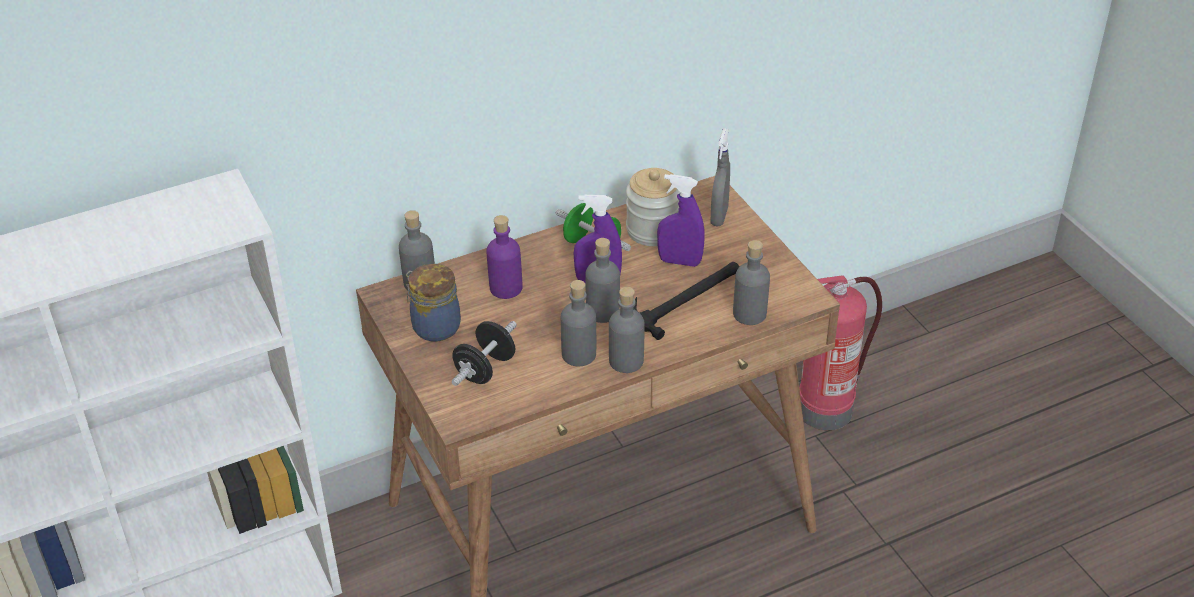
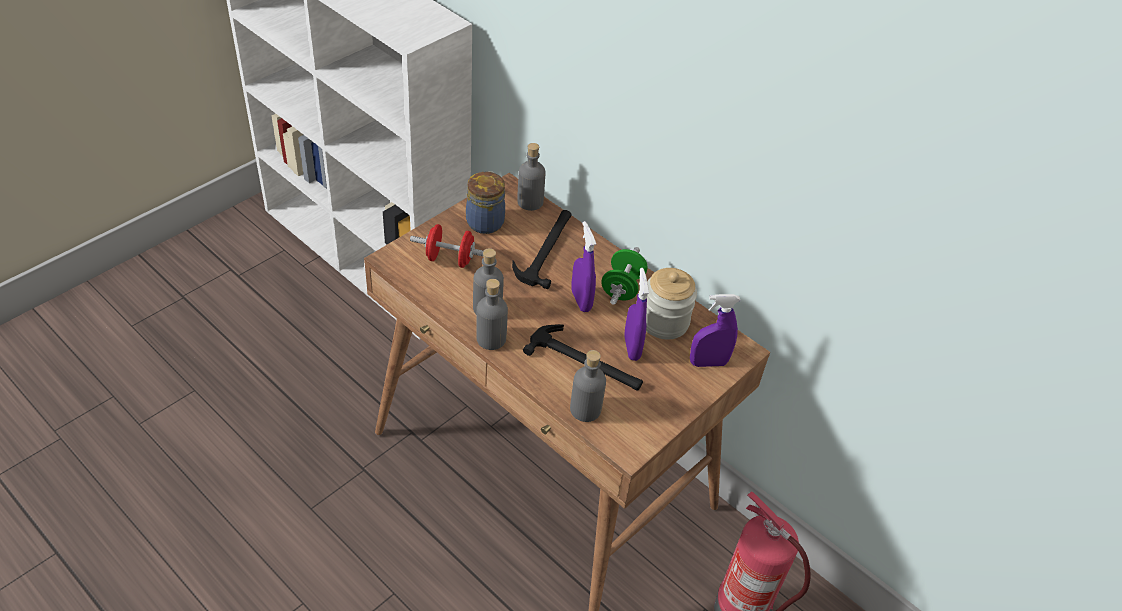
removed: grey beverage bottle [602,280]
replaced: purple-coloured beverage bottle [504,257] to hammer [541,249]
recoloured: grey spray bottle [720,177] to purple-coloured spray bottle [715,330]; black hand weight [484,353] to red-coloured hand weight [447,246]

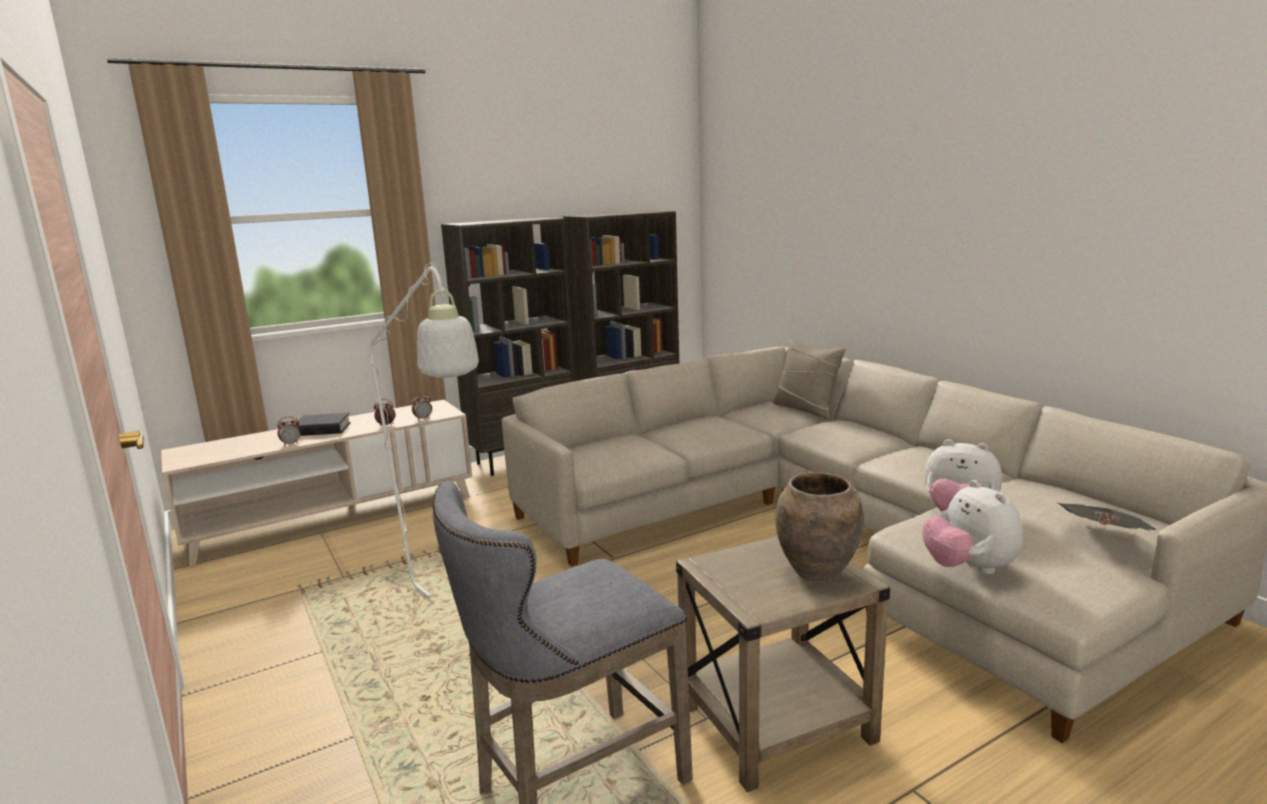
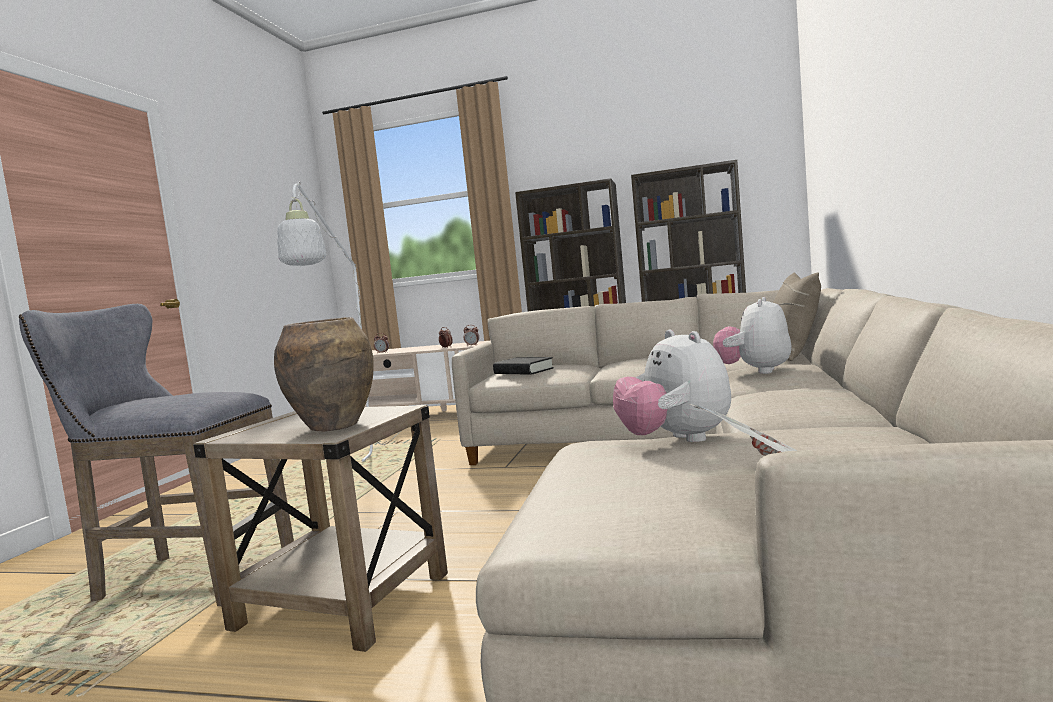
moved: black bound book [324,424] to [523,366]; plush toy [972,527] to [752,335]

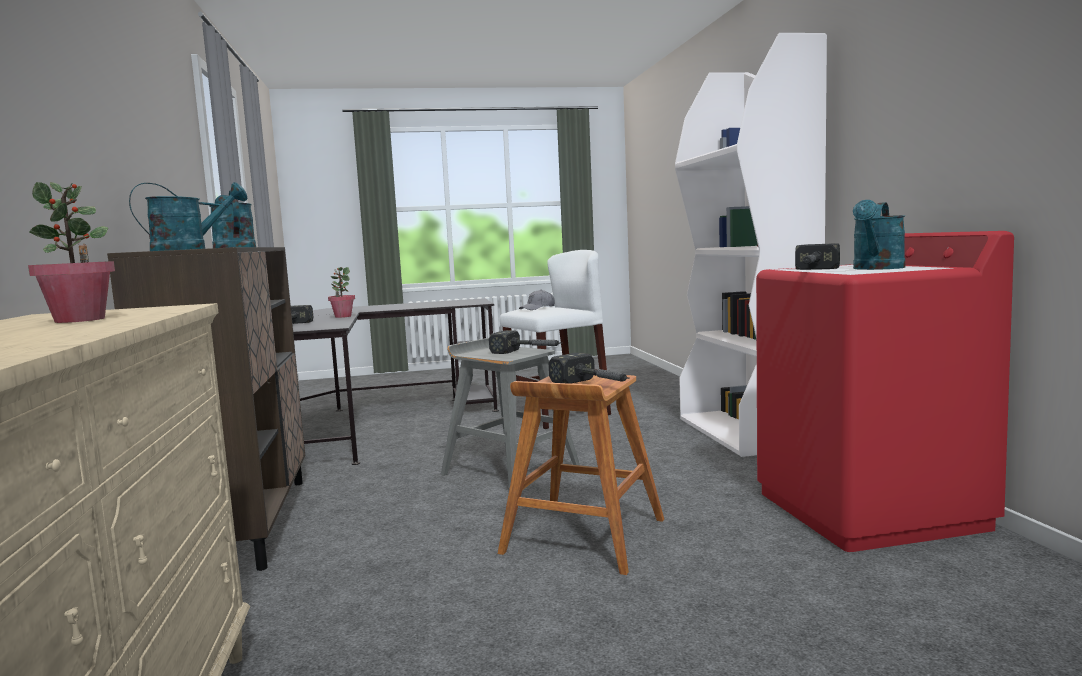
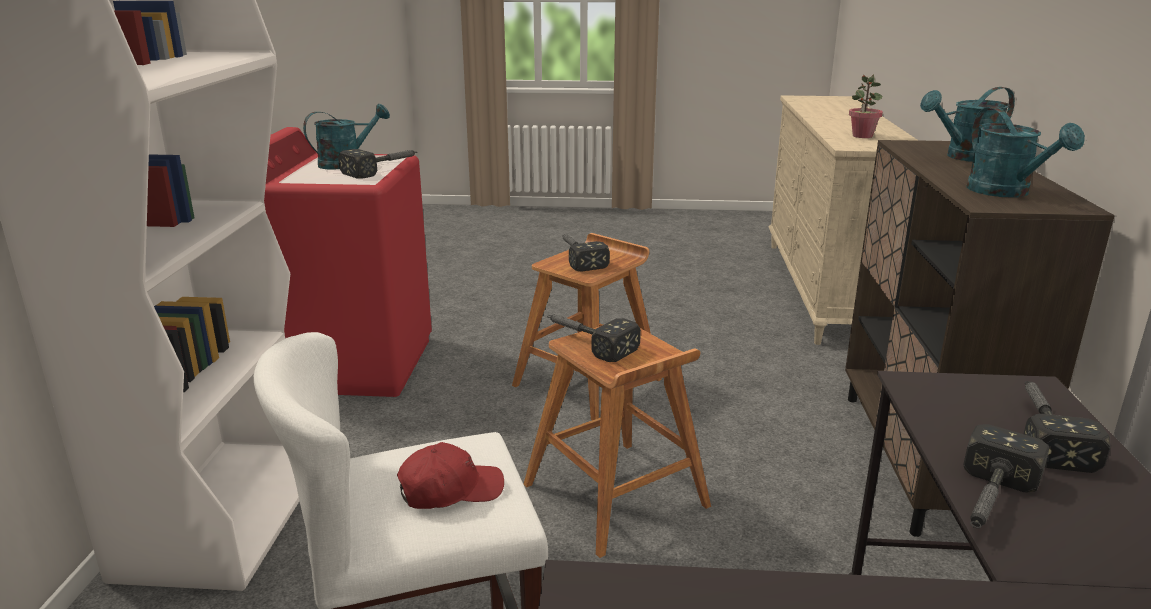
replaced: potted plant [341,292] to hammer [1006,476]
recoloured: grey peaked cap [537,300] to red-coloured peaked cap [450,475]; grey sitting stool [510,413] to brown sitting stool [617,442]

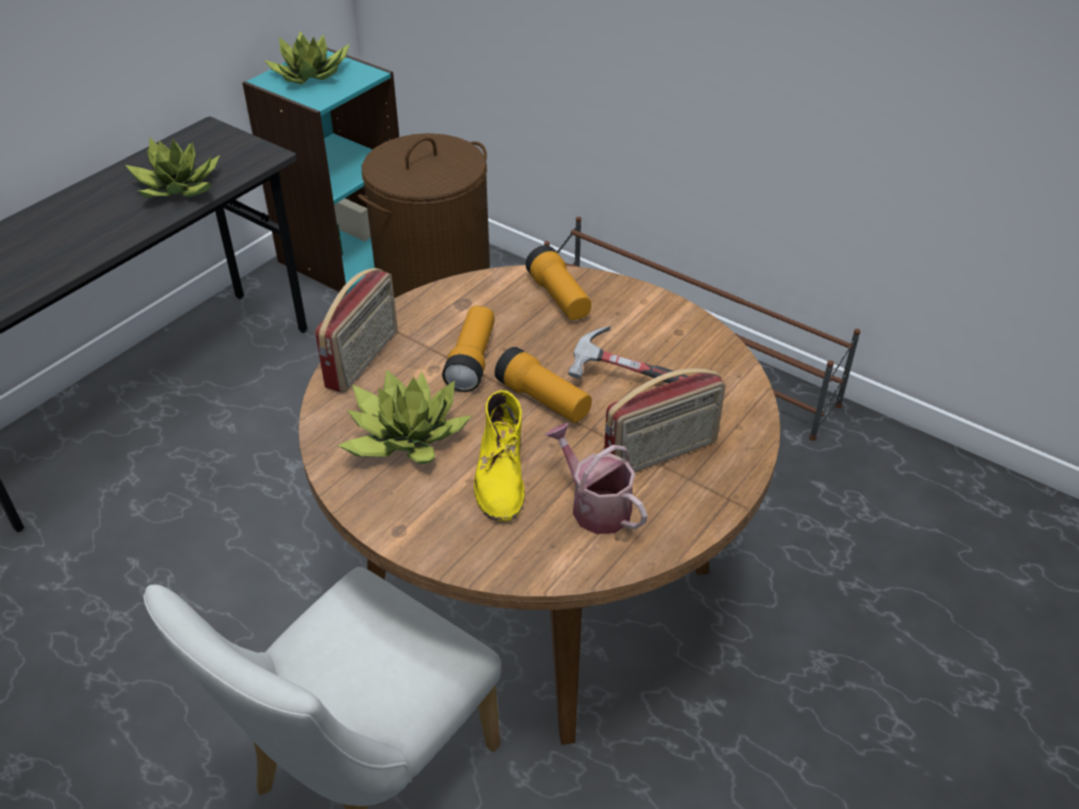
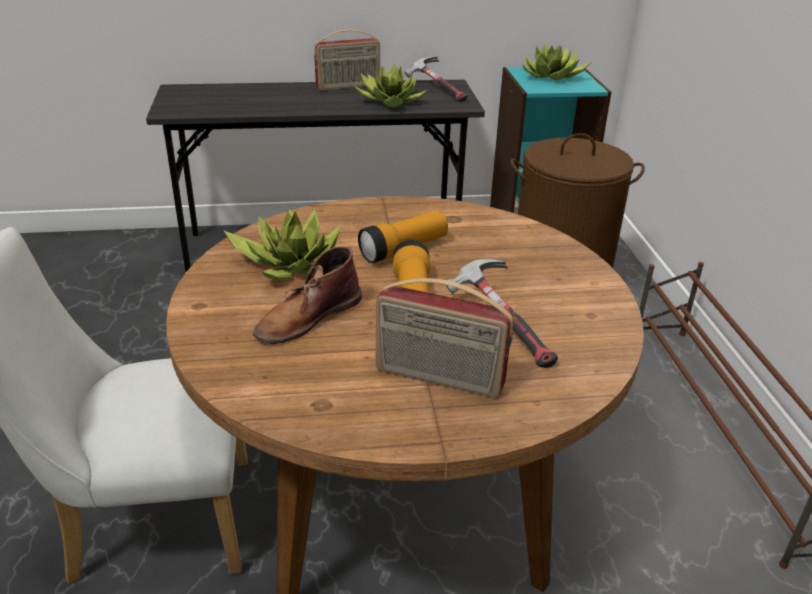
removed: flashlight [558,282]; watering can [596,478]
added: hammer [436,79]
moved: radio receiver [356,330] to [347,60]
recoloured: yellow-coloured tall boot [499,456] to brown tall boot [307,295]

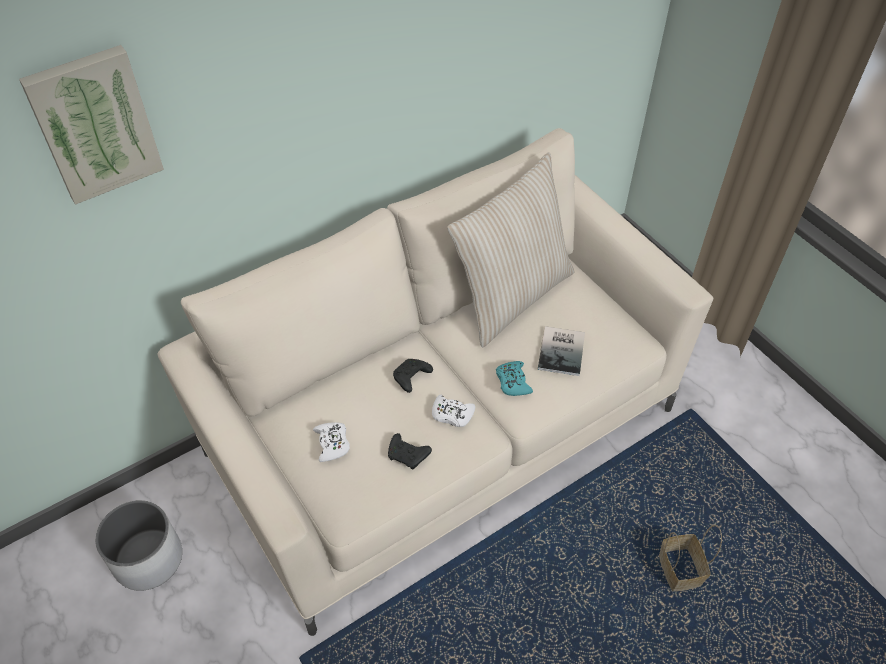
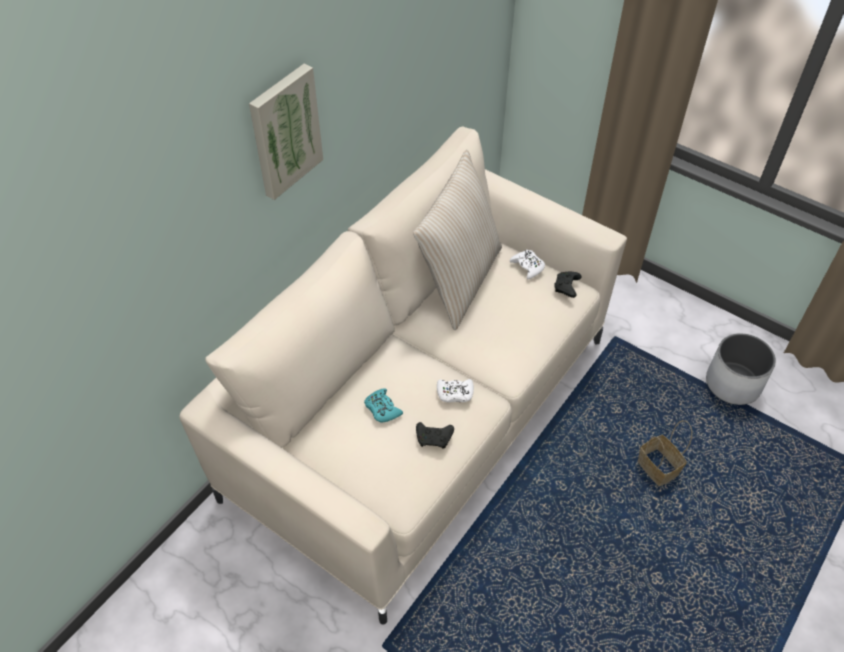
removed: bound book [561,351]
moved: picture [91,125] to [286,132]; black joypad [413,376] to [568,285]; blue-green joypad [514,378] to [383,405]; white joypad [331,442] to [527,264]; white planter [138,545] to [741,369]

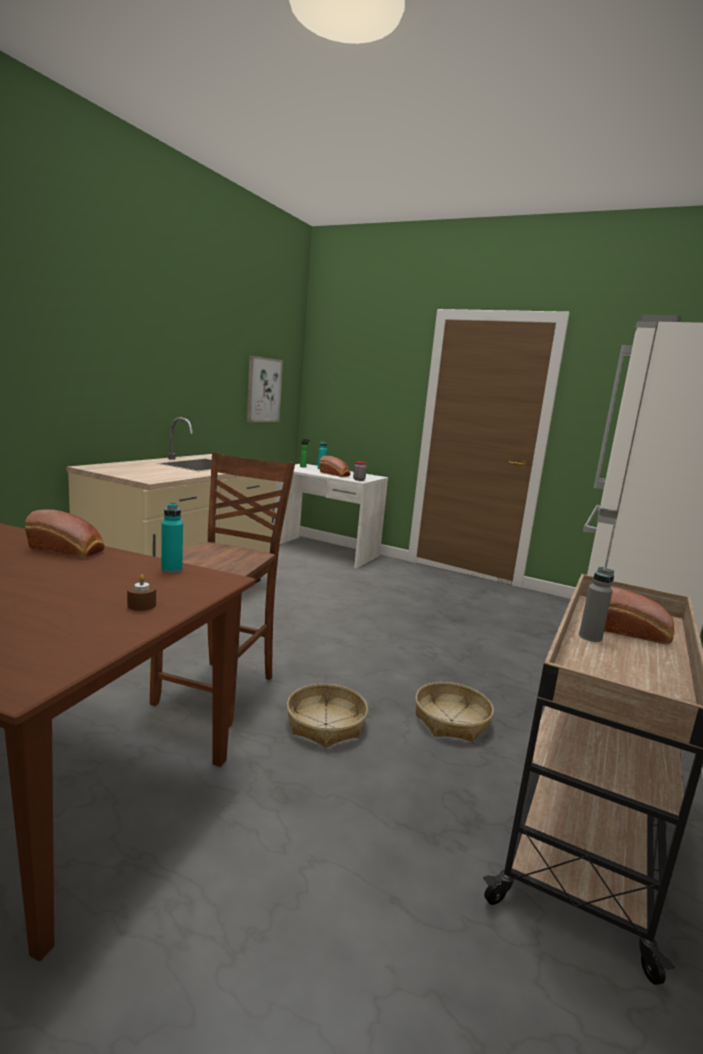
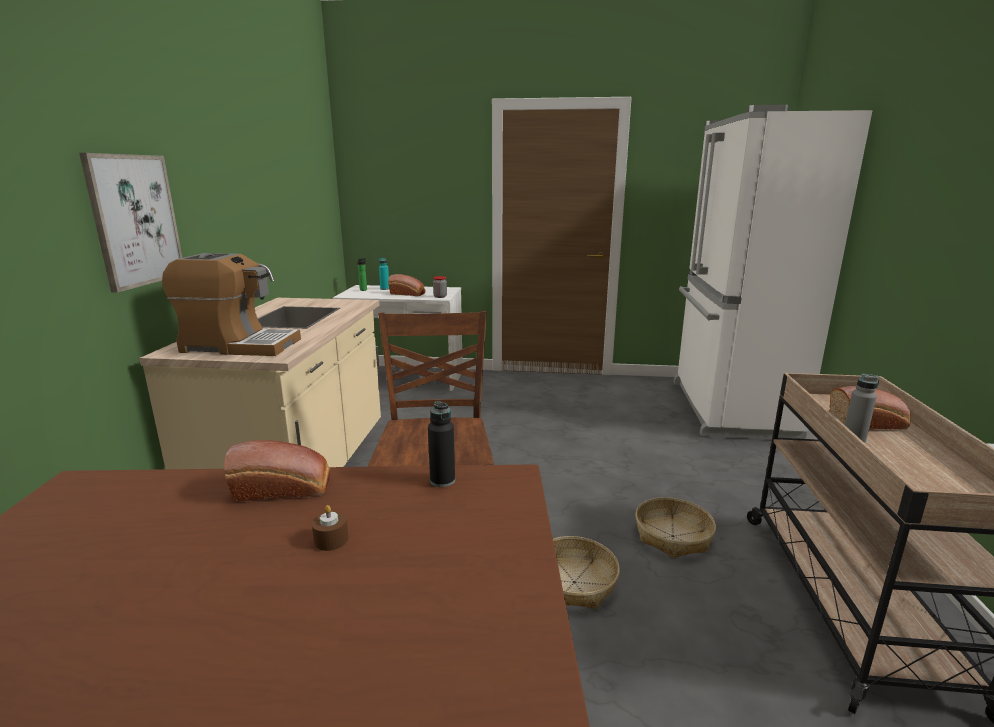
added: coffee machine [231,304]
moved: picture [265,389] to [131,223]; brown candle [141,593] to [330,528]
recoloured: blue-green beverage bottle [172,538] to black beverage bottle [441,444]

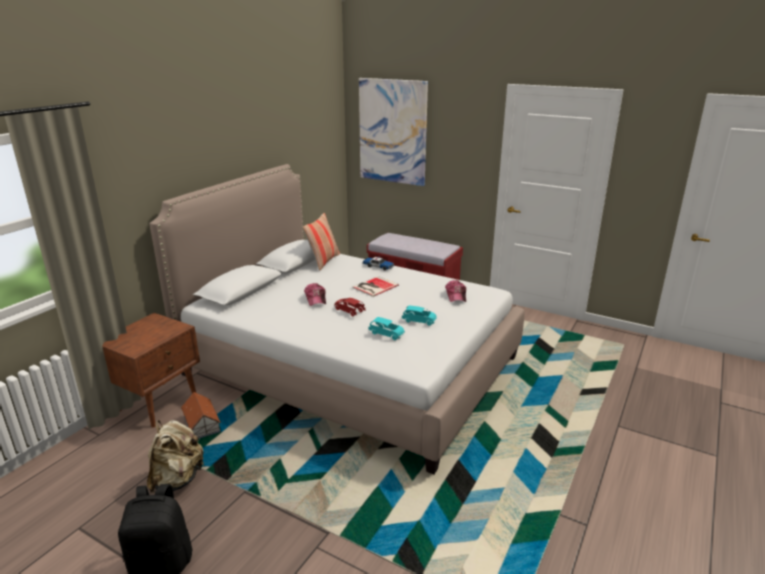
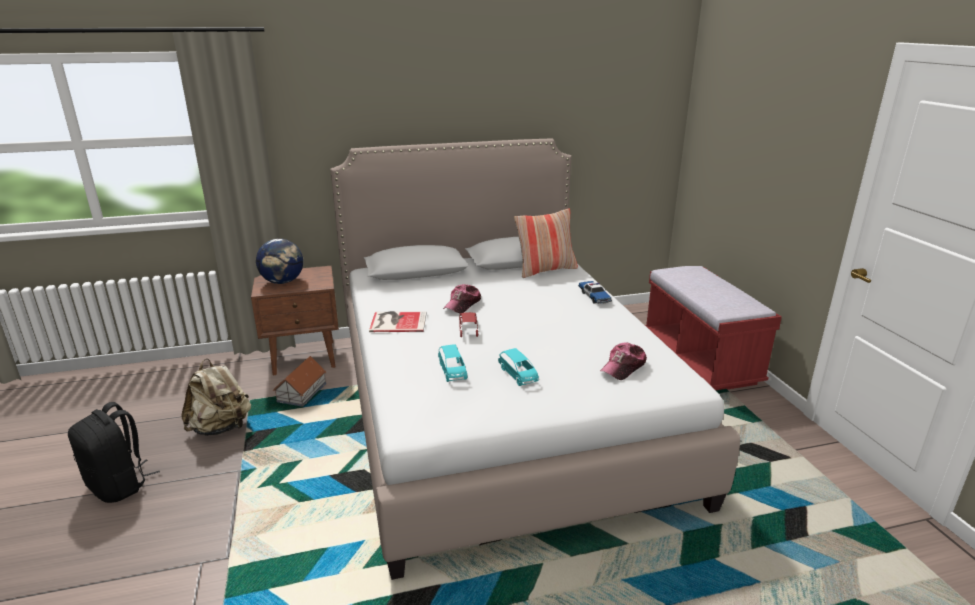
removed: picture [393,132]
added: desk globe [279,261]
moved: bound book [375,286] to [398,321]

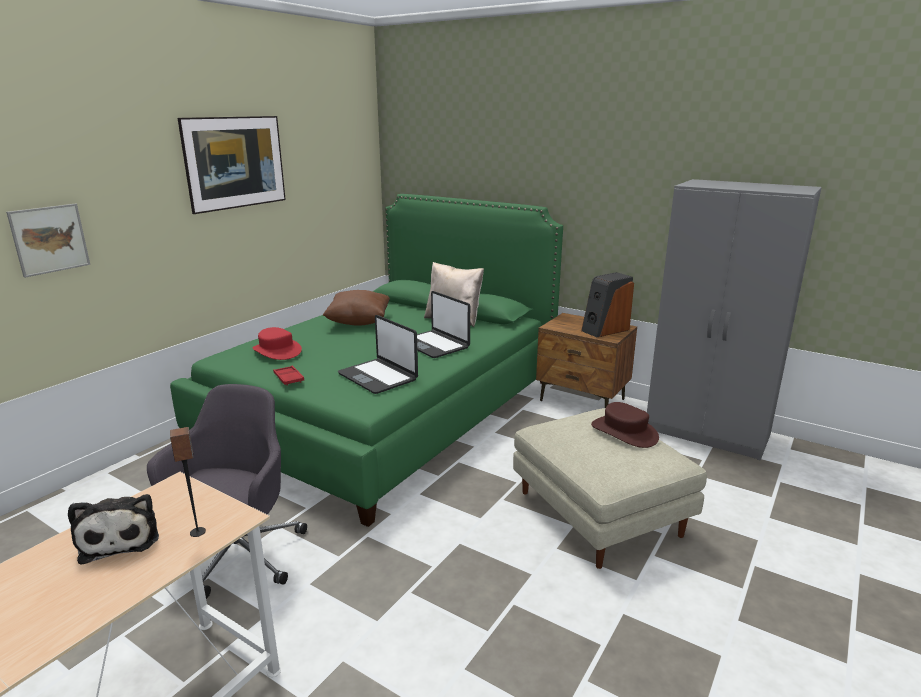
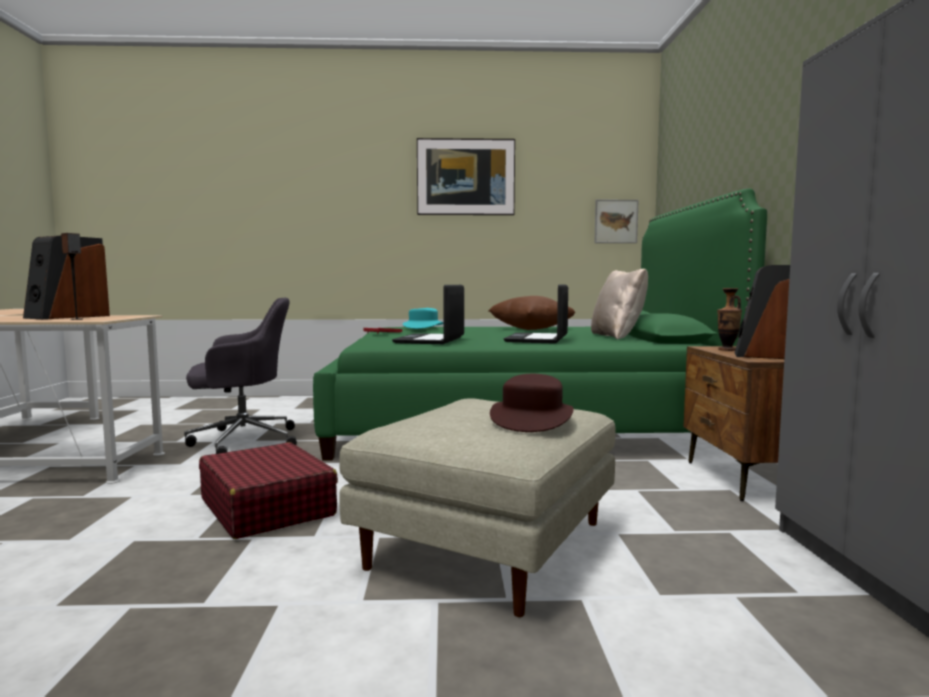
added: decorative vase [729,319]; red-coloured piece of luggage [268,490]
moved: picture [48,241] to [617,221]
replaced: plush toy [113,529] to audio speaker [66,277]
recoloured: red-coloured hat [277,343] to blue-green hat [423,318]

